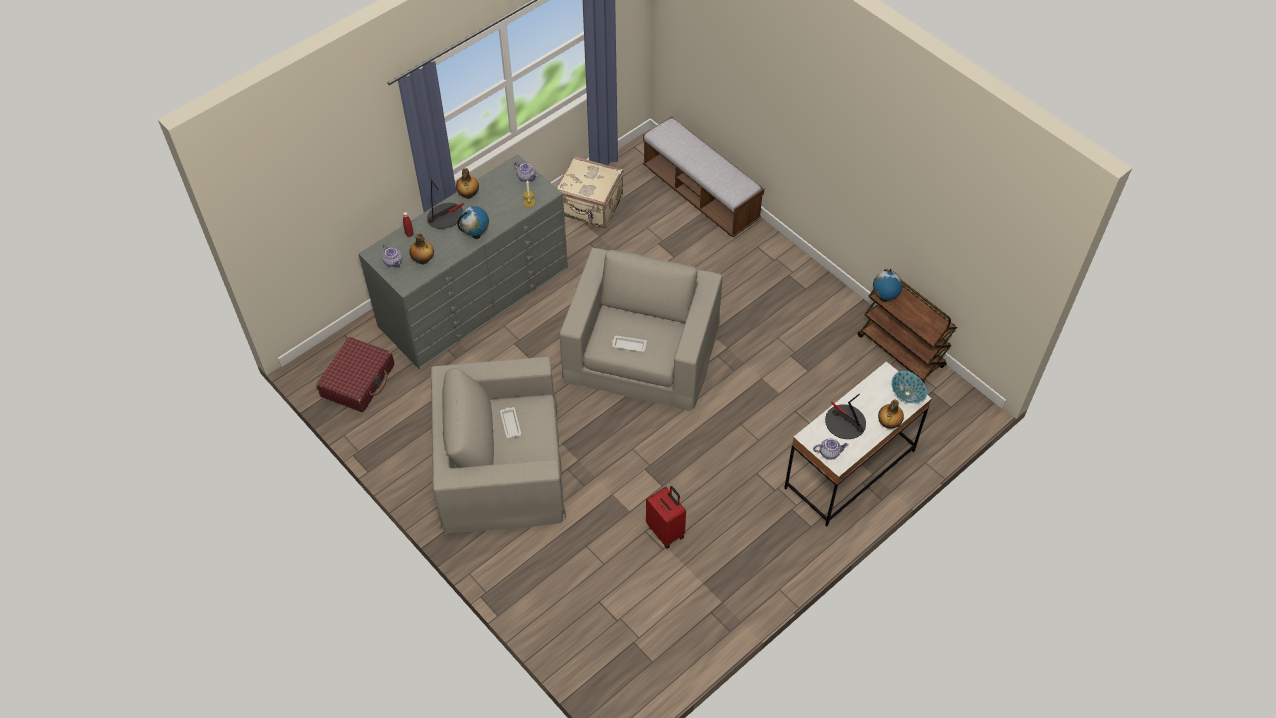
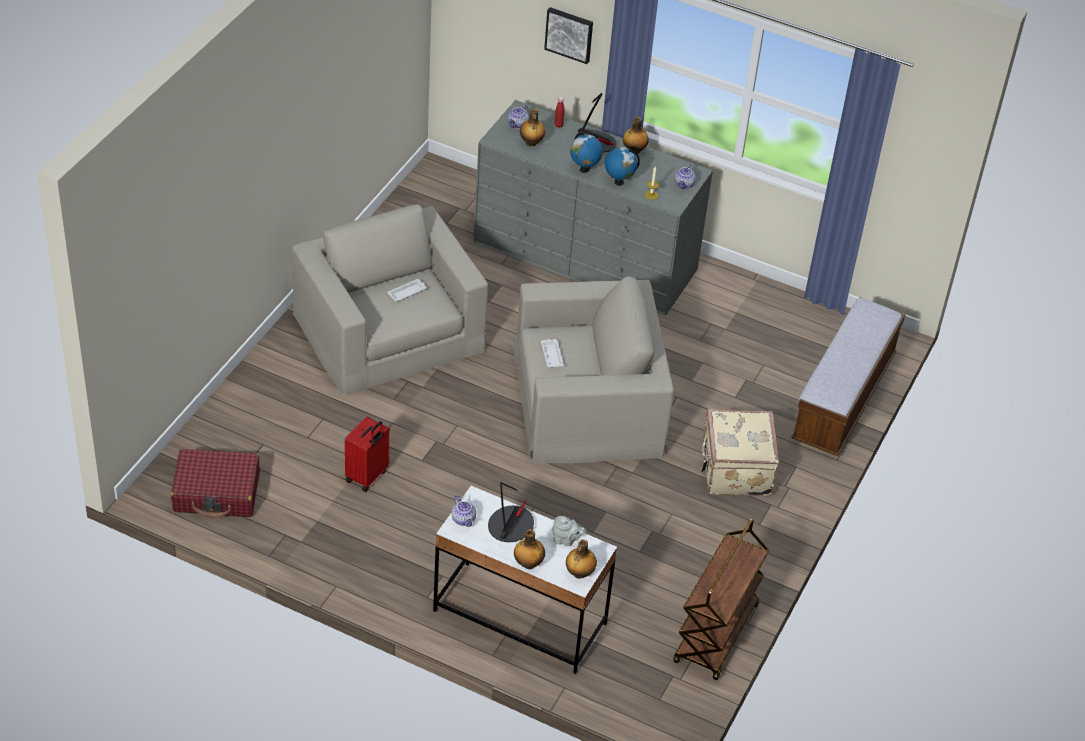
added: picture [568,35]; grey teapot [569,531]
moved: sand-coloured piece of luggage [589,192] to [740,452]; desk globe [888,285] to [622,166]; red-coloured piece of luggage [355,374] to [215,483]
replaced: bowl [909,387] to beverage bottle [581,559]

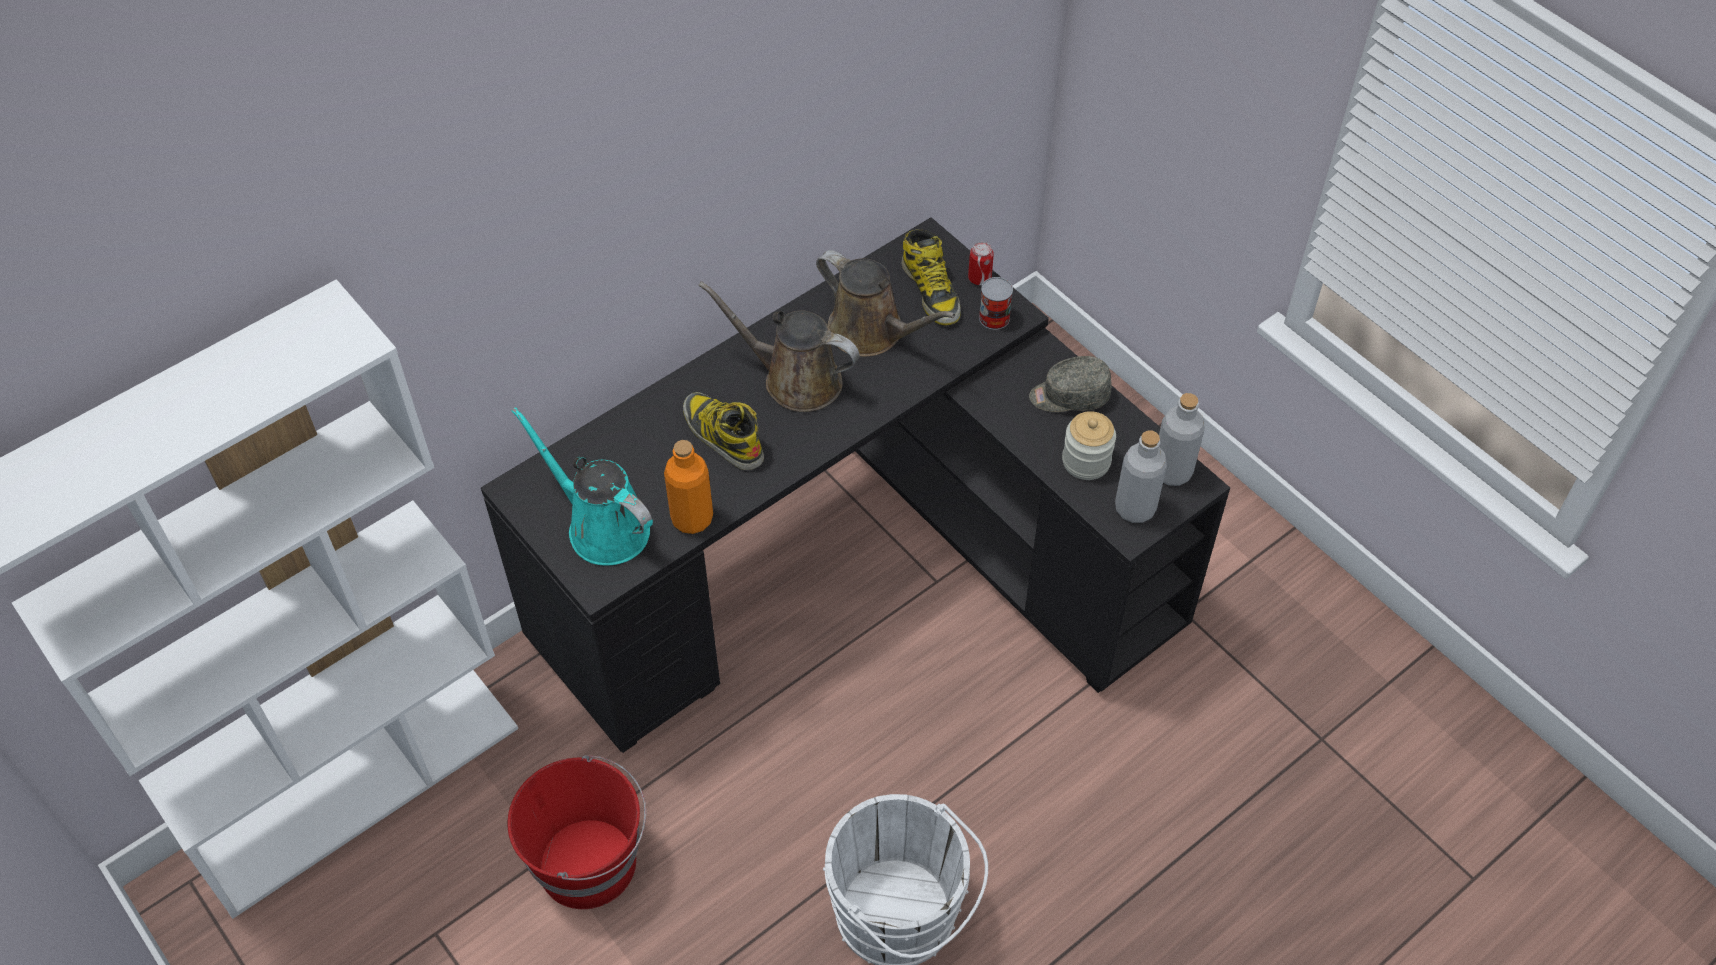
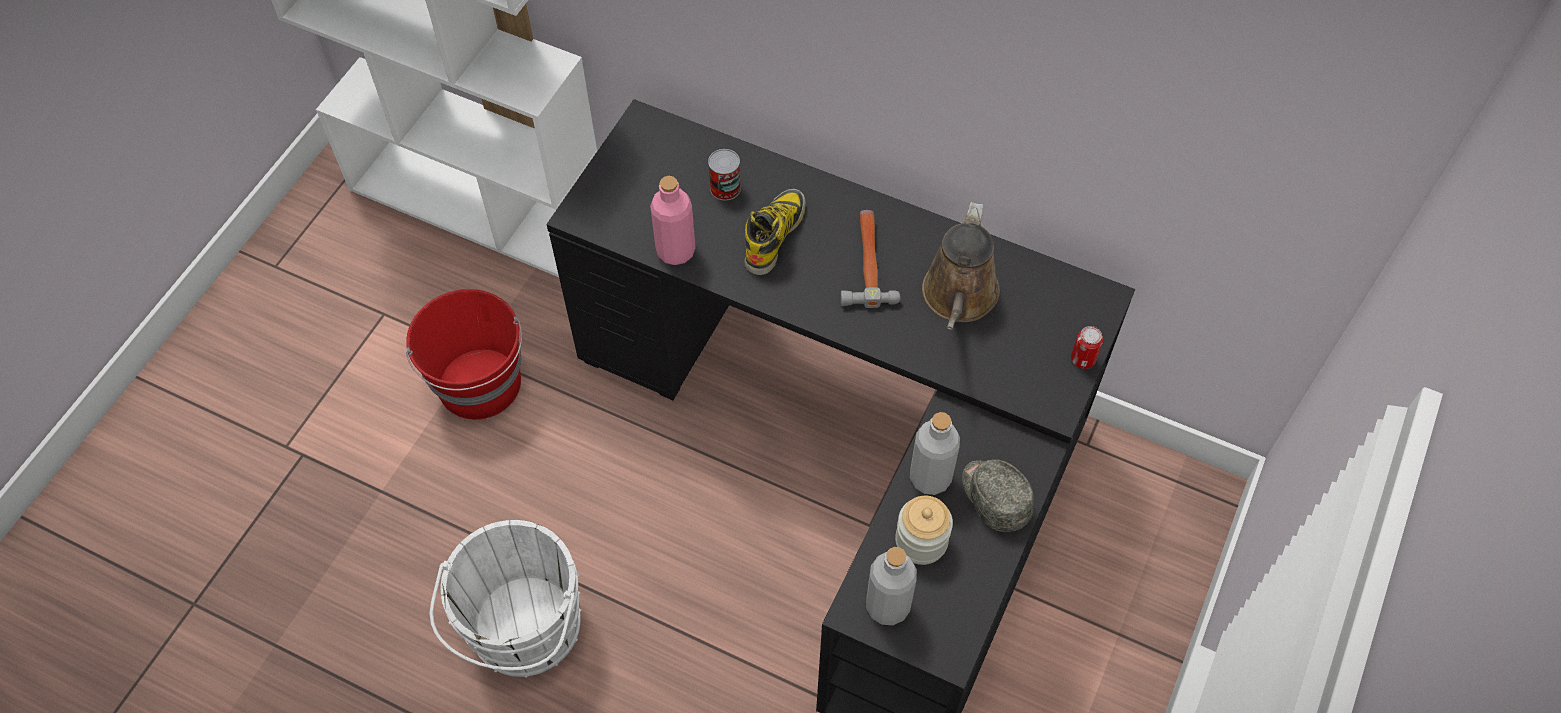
removed: tall boot [931,277]; blue-green watering can [582,486]
moved: sealed can [996,303] to [724,175]; grey beverage bottle [1182,439] to [935,453]
replaced: brown watering can [779,346] to hammer [871,259]
recoloured: orangey beverage bottle [688,487] to pink-coloured beverage bottle [673,220]

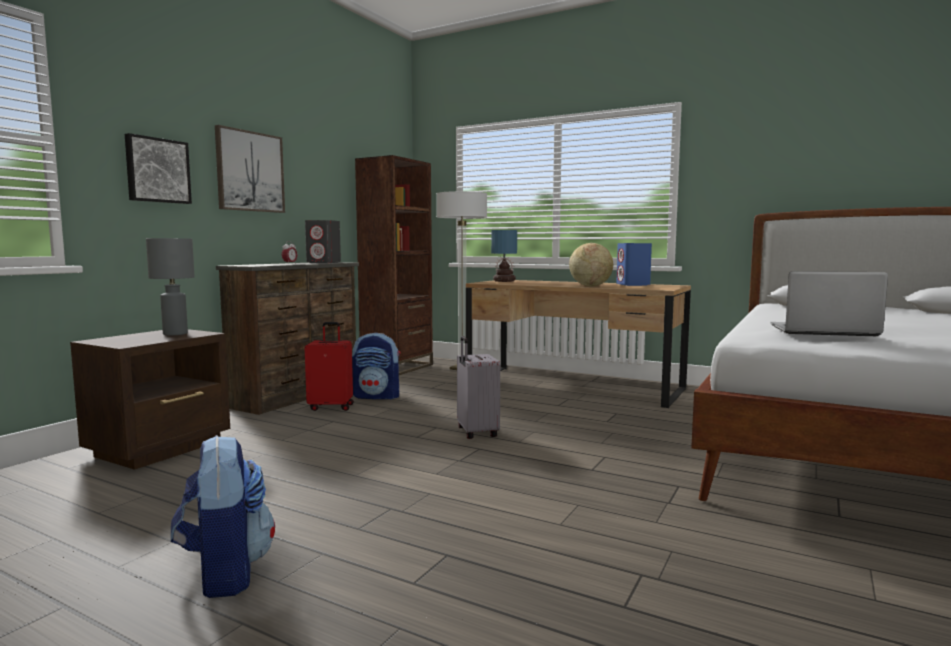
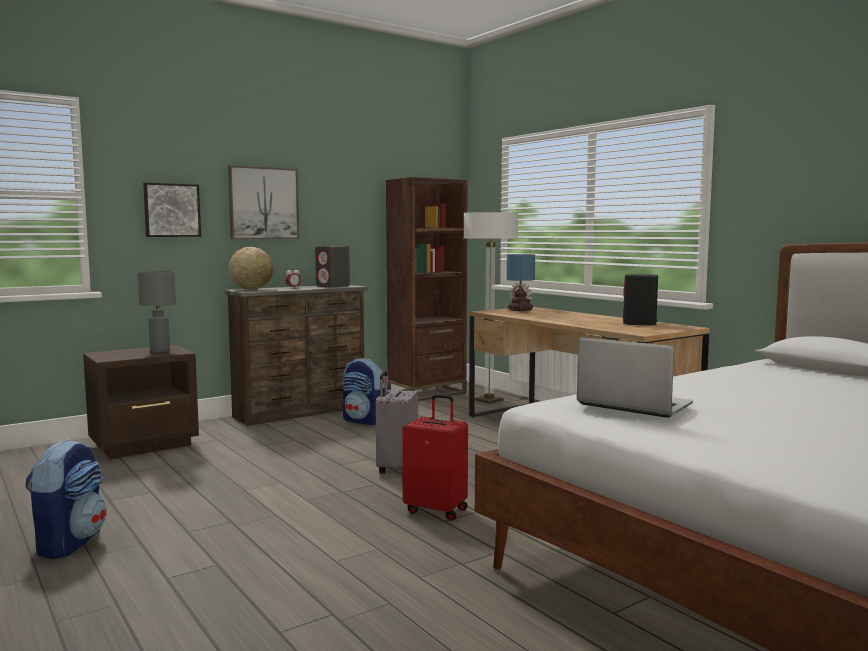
moved: desk globe [591,265] to [251,268]; red-coloured piece of luggage [329,366] to [435,457]
recoloured: blue audio speaker [634,264] to black audio speaker [640,300]

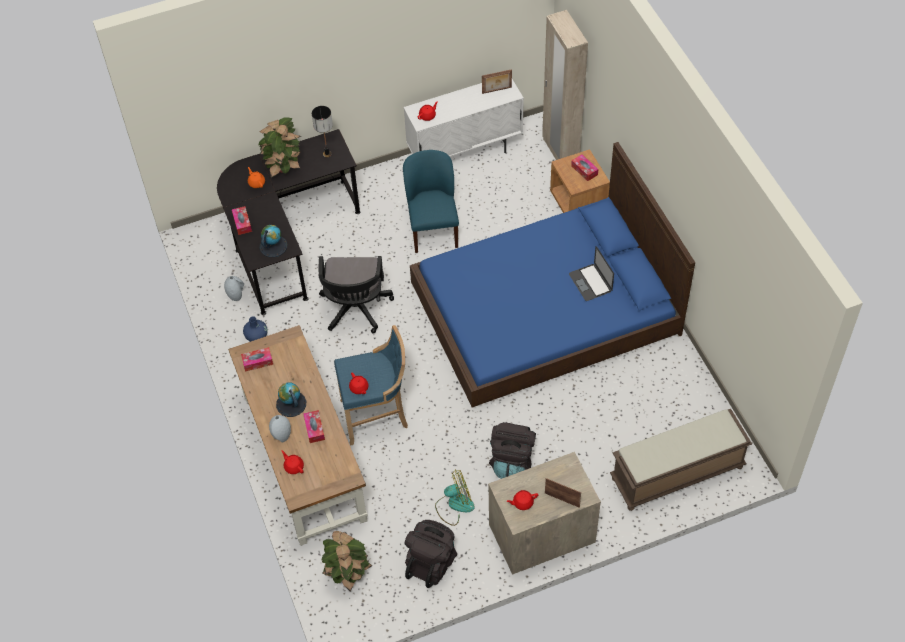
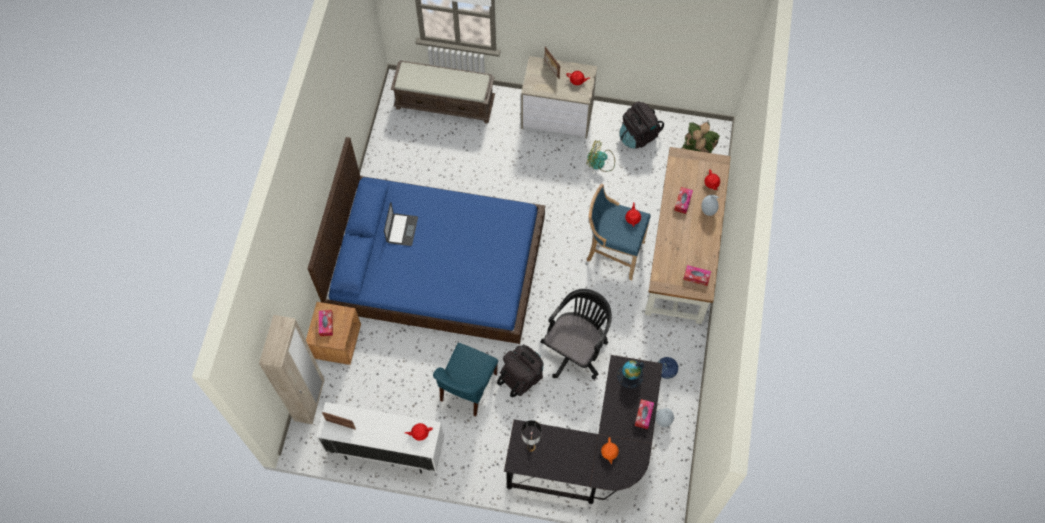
removed: potted plant [279,147]; desk globe [291,400]
moved: black backpack [512,450] to [520,371]

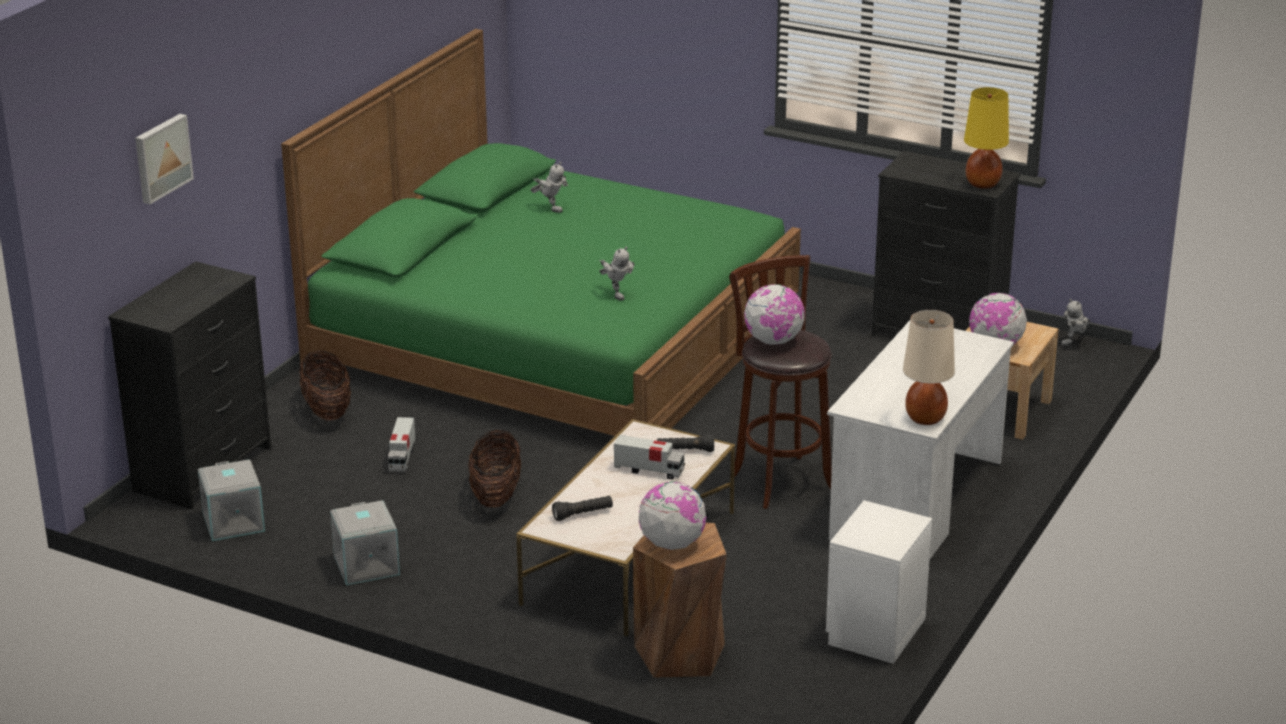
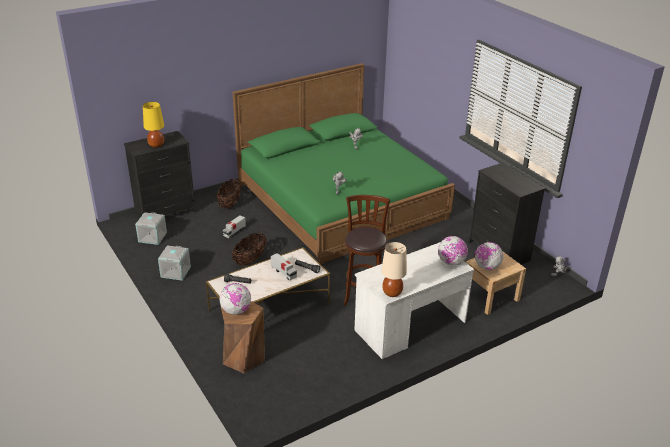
removed: picture [164,159]; white bedside table [879,582]
moved: yellow-coloured lamp for a table [986,138] to [153,125]; desk globe [774,314] to [453,251]

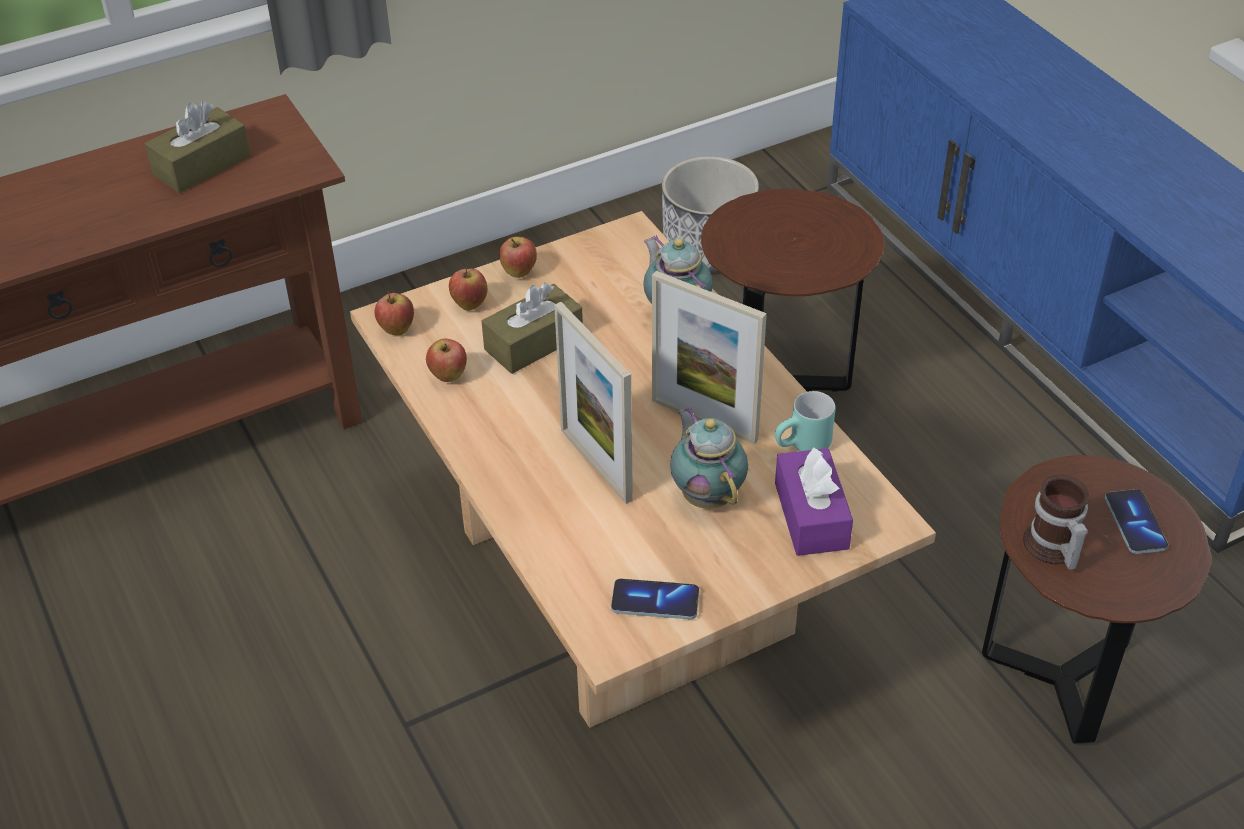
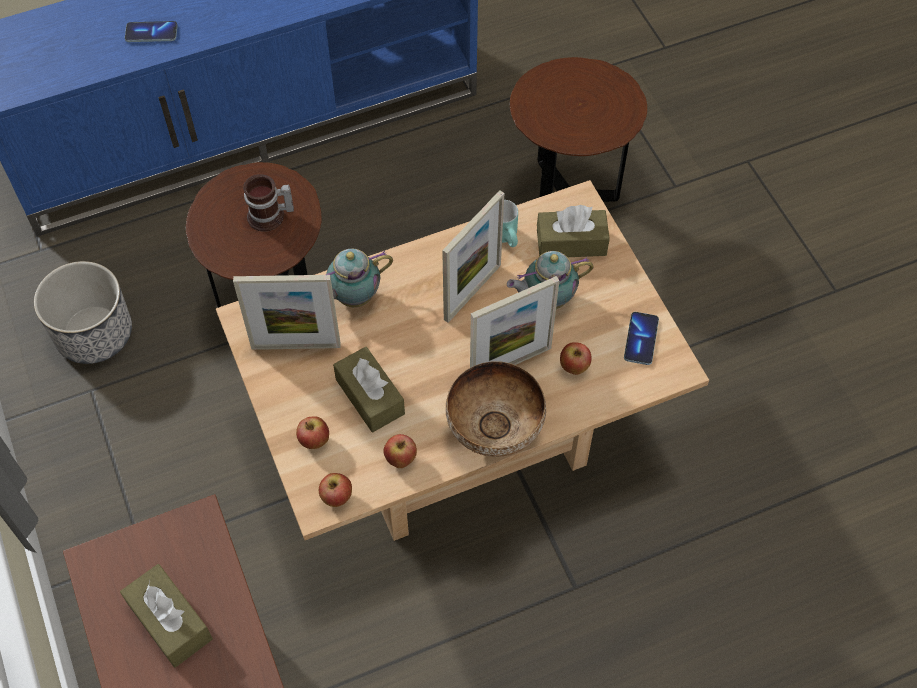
added: standing frame [287,312]; bowl [496,409]
moved: apple fruit [518,257] to [576,358]; mug [1056,522] to [268,203]; handset [1136,521] to [151,31]
recoloured: purple-coloured tissue box [814,501] to brown tissue box [573,231]

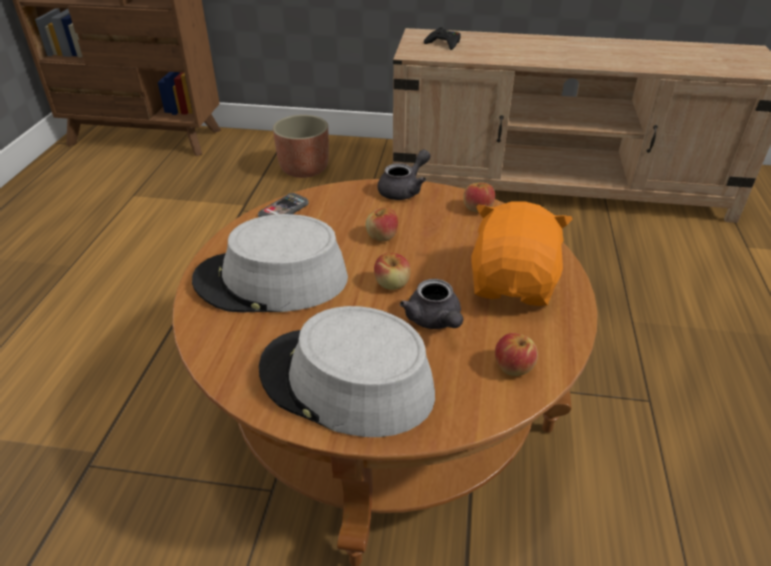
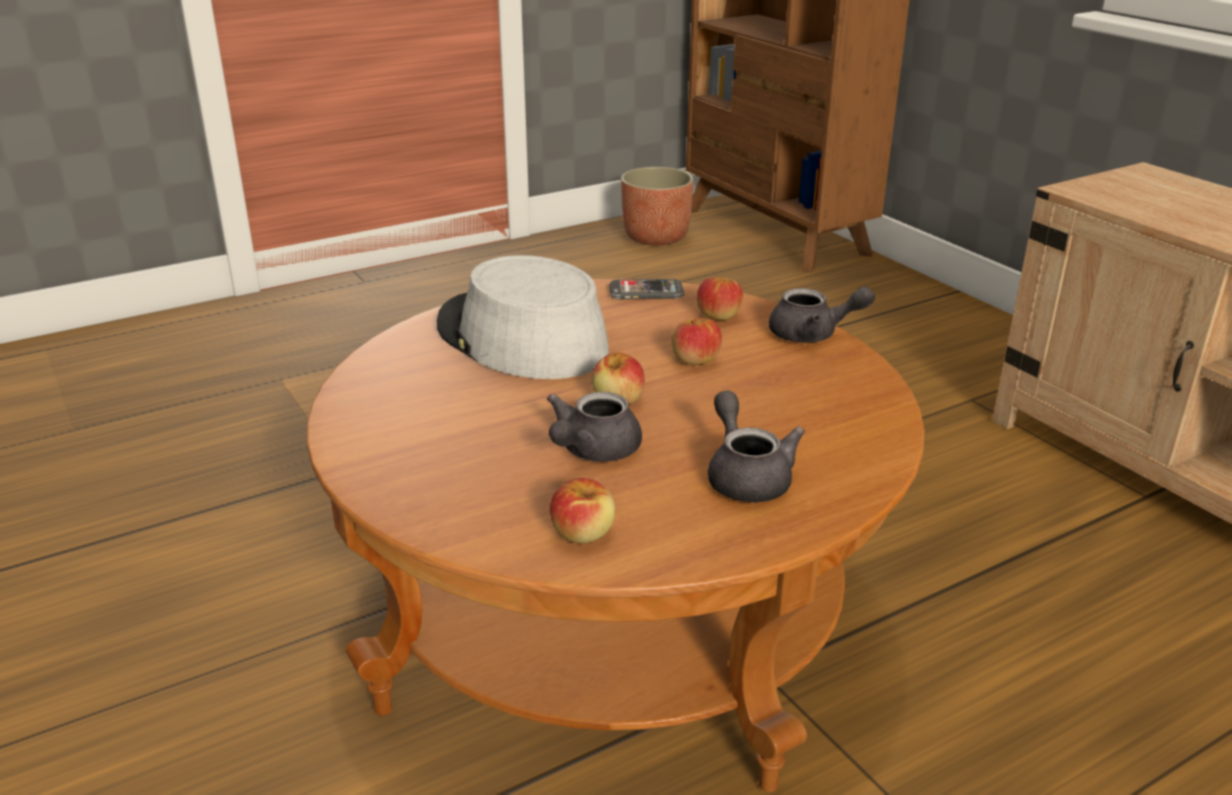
removed: black joypad [442,38]; grey hat [347,371]
moved: planter [301,146] to [657,206]; apple fruit [479,197] to [719,299]
replaced: orangey plush toy [522,254] to grey teapot [756,446]

